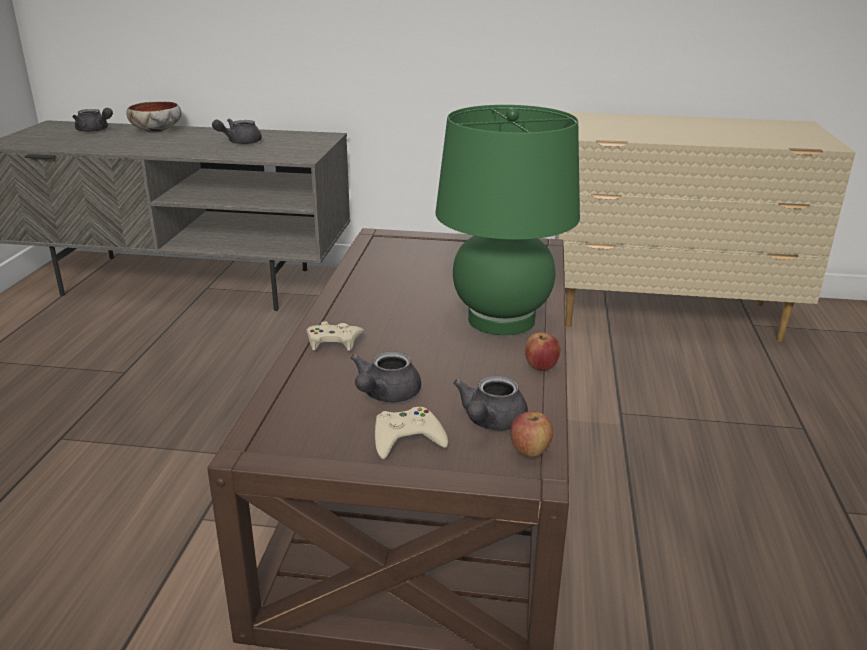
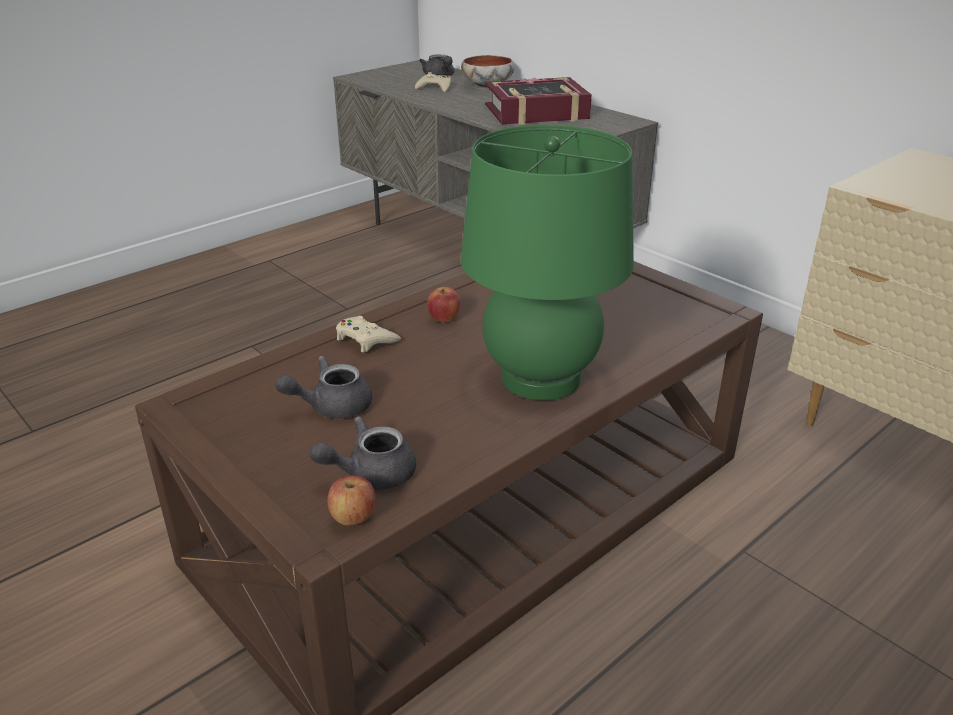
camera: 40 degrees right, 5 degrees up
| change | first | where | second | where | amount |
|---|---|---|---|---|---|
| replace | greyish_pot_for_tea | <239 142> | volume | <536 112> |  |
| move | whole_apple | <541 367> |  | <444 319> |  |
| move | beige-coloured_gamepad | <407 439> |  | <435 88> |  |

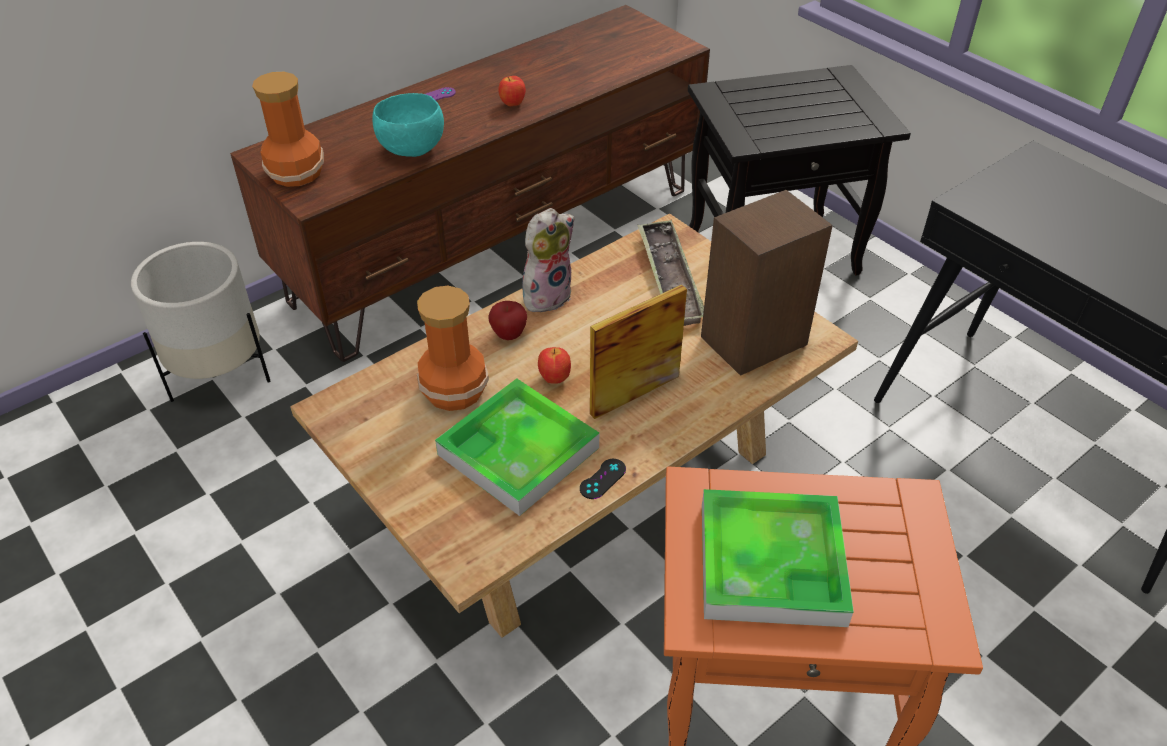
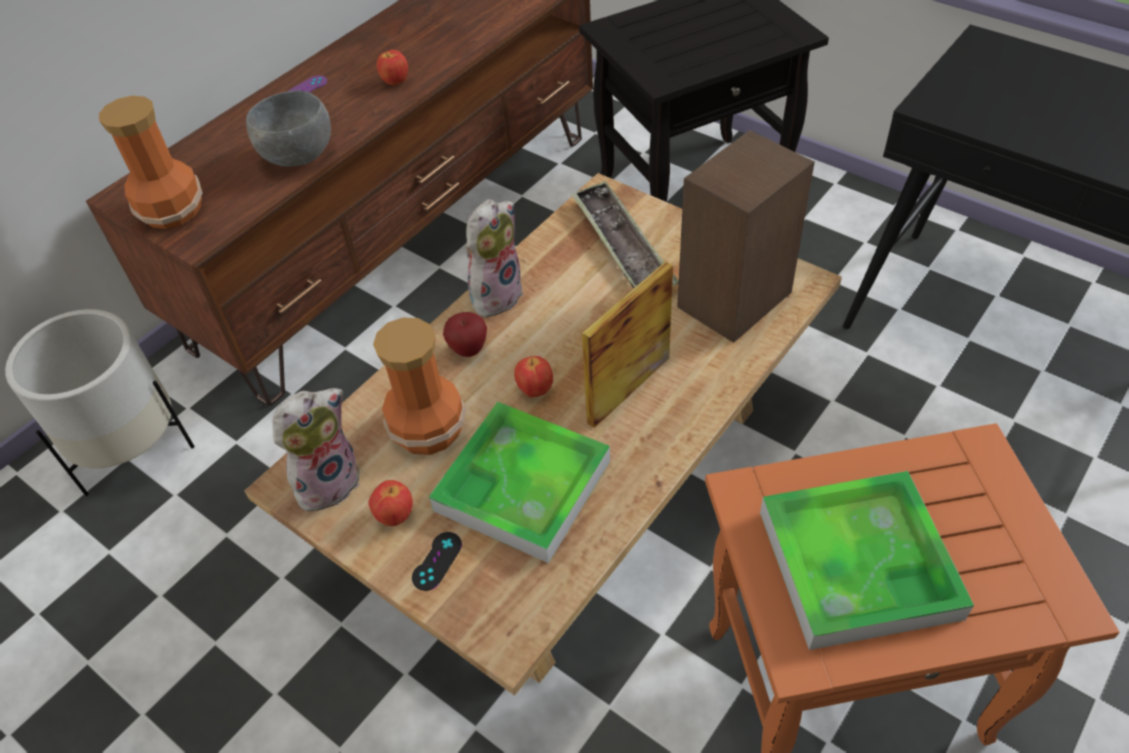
camera: 10 degrees left, 5 degrees up
| change | first | where | second | where | amount |
|---|---|---|---|---|---|
| recolor | turquoise-coloured_deep_dish | <413 150> | greyish_deep_dish | <300 157> |  |
| move | black-coloured_gamepad | <602 479> |  | <437 561> |  |
| insert |  |  | plush_toy | <328 481> |  |
| insert |  |  | whole_apple | <395 515> |  |

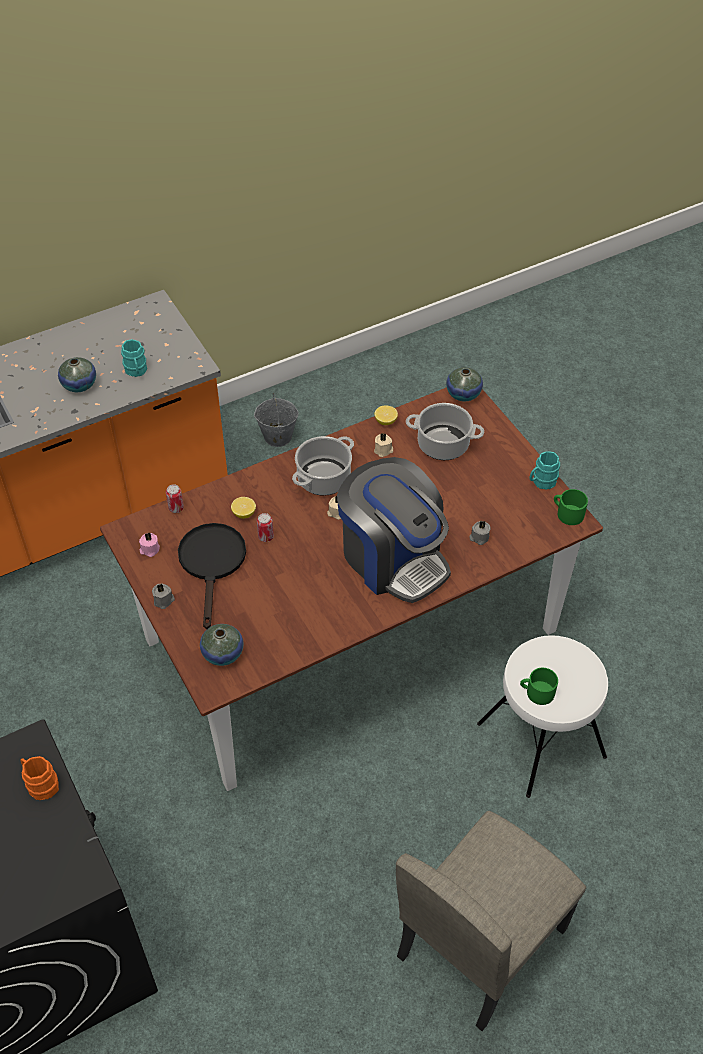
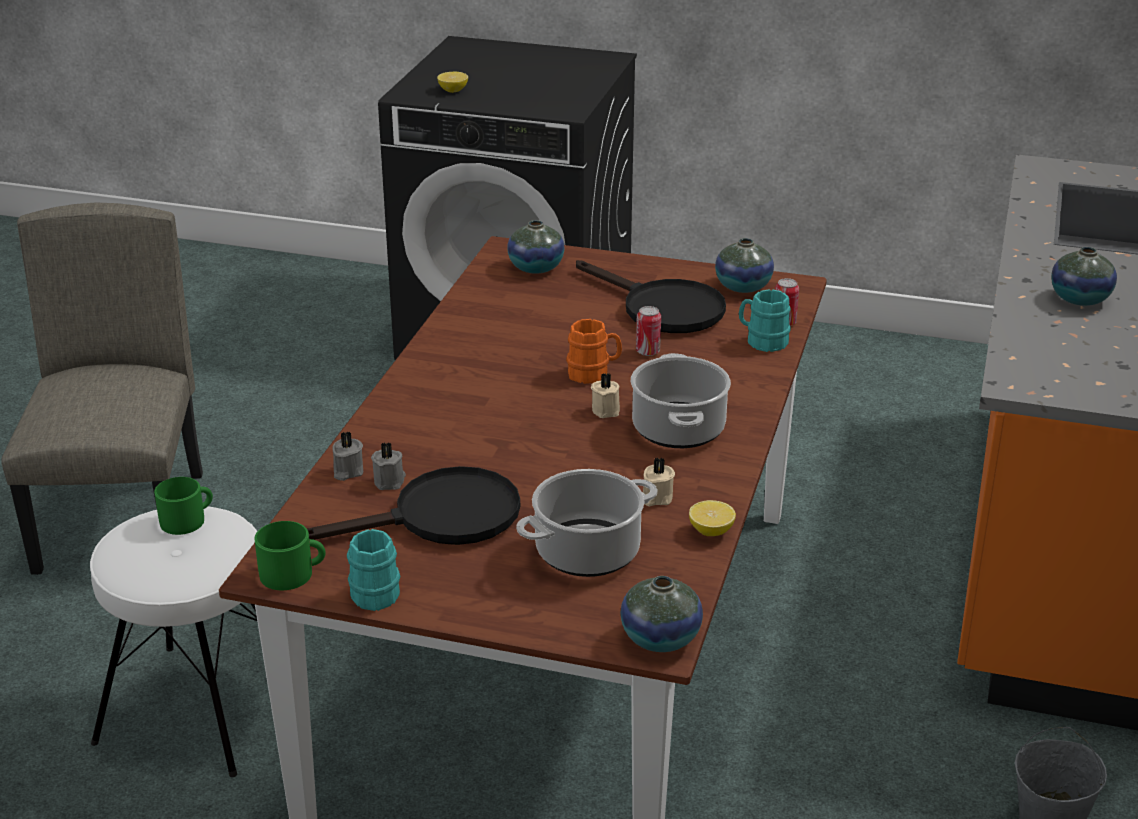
camera: 135 degrees right, 20 degrees down
| change | first | where | second | where | amount |
|---|---|---|---|---|---|
| move | turquoise-coloured_tea_mug | <136 371> |  | <762 341> |  |
| delete | coffee_machine | <393 558> |  |  |  |
| move | whole_lemon | <244 513> |  | <453 90> |  |
| replace | pink_wax_light | <149 549> | flower_vase | <743 286> |  |
| move | greyish_wax_light | <164 601> |  | <347 471> |  |
| move | orange_tea_mug | <40 784> |  | <594 373> |  |
| insert |  |  | black-coloured_frying_pan | <440 518> |  |

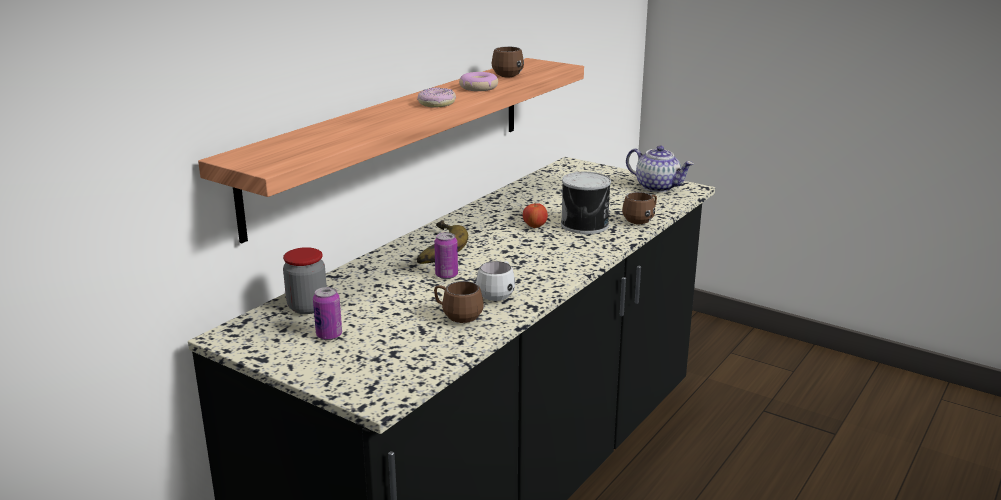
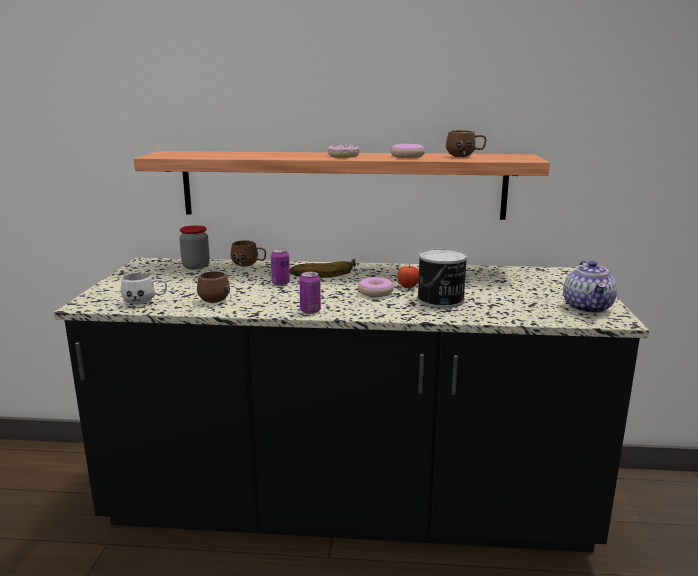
camera: 60 degrees right, 5 degrees down
| change | first | where | second | where | amount |
|---|---|---|---|---|---|
| move | brown_tea_mug | <641 220> |  | <249 265> |  |
| move | white-coloured_tea_mug | <498 294> |  | <145 302> |  |
| move | sealed_can | <329 335> |  | <310 311> |  |
| insert |  |  | ring_doughnut | <375 292> |  |

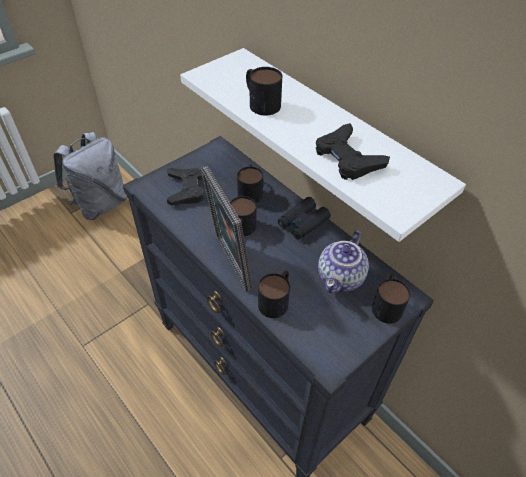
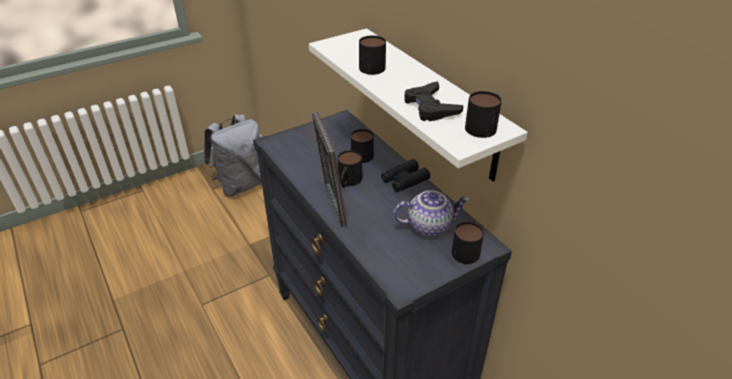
camera: 10 degrees right, 10 degrees down
| change | first | where | second | where | amount |
|---|---|---|---|---|---|
| delete | black-coloured_gamepad | <186 189> |  |  |  |
| rotate | pot_for_tea | <341 278> |  | <429 225> | 135 degrees counterclockwise |
| move | tea_mug | <276 299> |  | <484 125> |  |

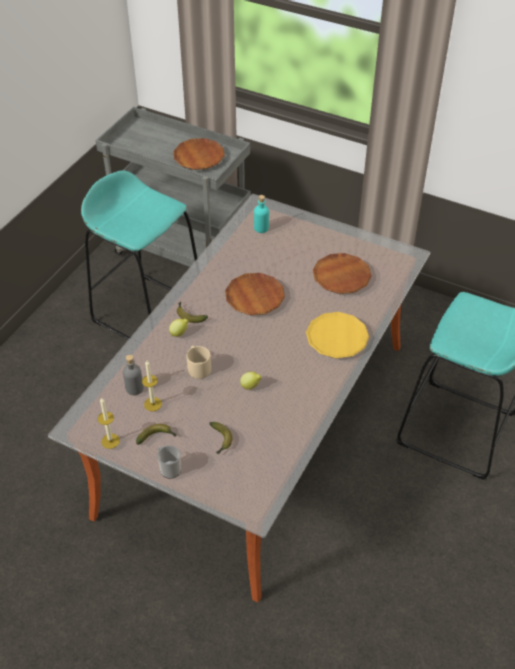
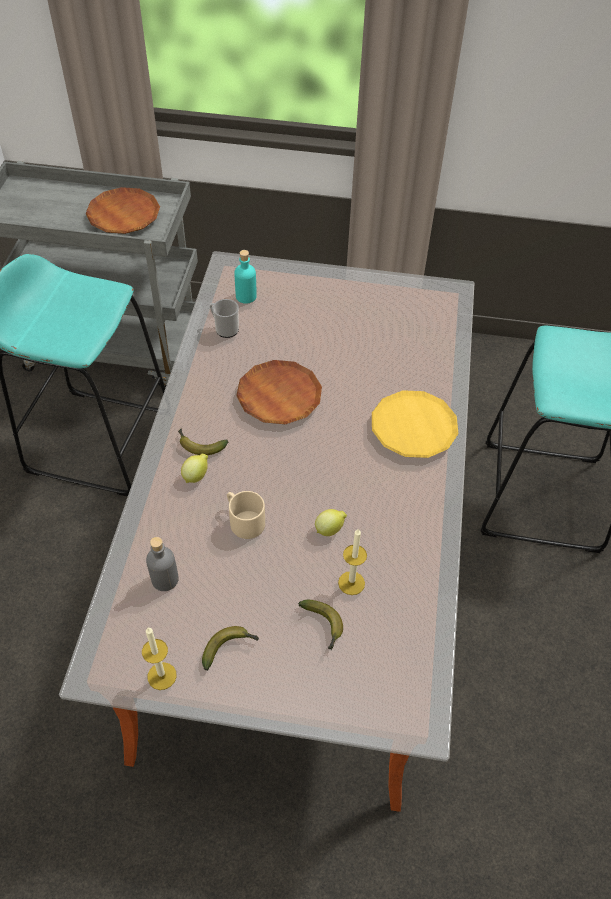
camera: 20 degrees left, 5 degrees up
| change | first | where | second | where | amount |
|---|---|---|---|---|---|
| delete | brown_plate | <341 277> |  |  |  |
| move | wax_light | <153 404> |  | <351 583> |  |
| move | tea_mug | <169 468> |  | <224 328> |  |

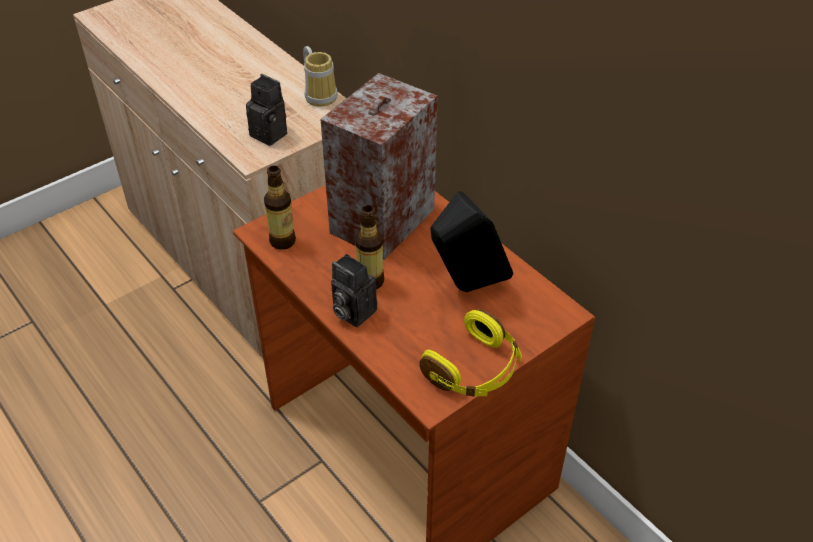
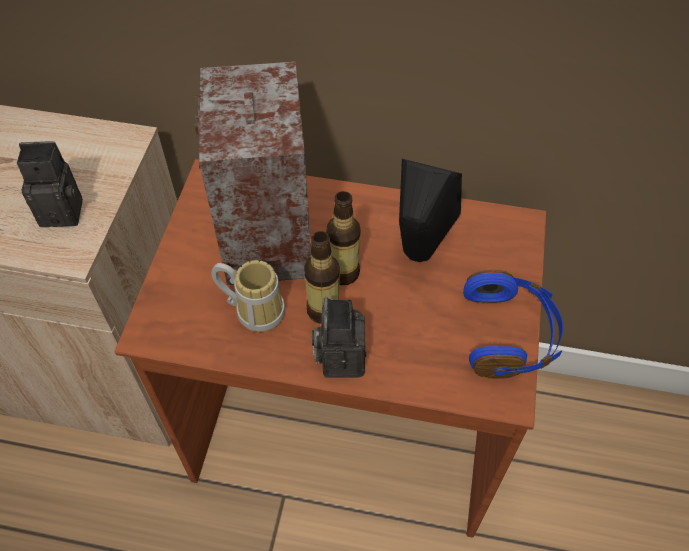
camera: 40 degrees left, 10 degrees up
| change | first | where | second | where | amount |
|---|---|---|---|---|---|
| move | tea_mug | <320 95> |  | <255 309> |  |
| move | drink_bottle | <283 241> |  | <343 272> |  |
| rotate | photo_camera | <351 312> |  | <339 357> | 90 degrees clockwise |
| recolor | yellow_pair_of_headphones | <474 369> | blue-coloured_pair_of_headphones | <509 335> |  |

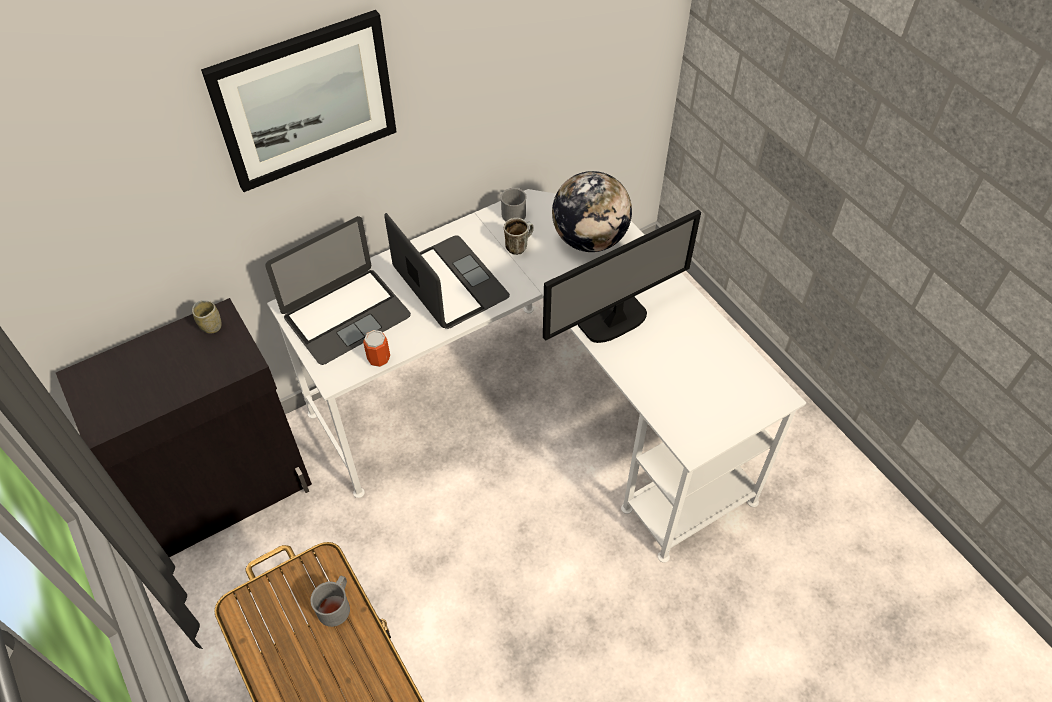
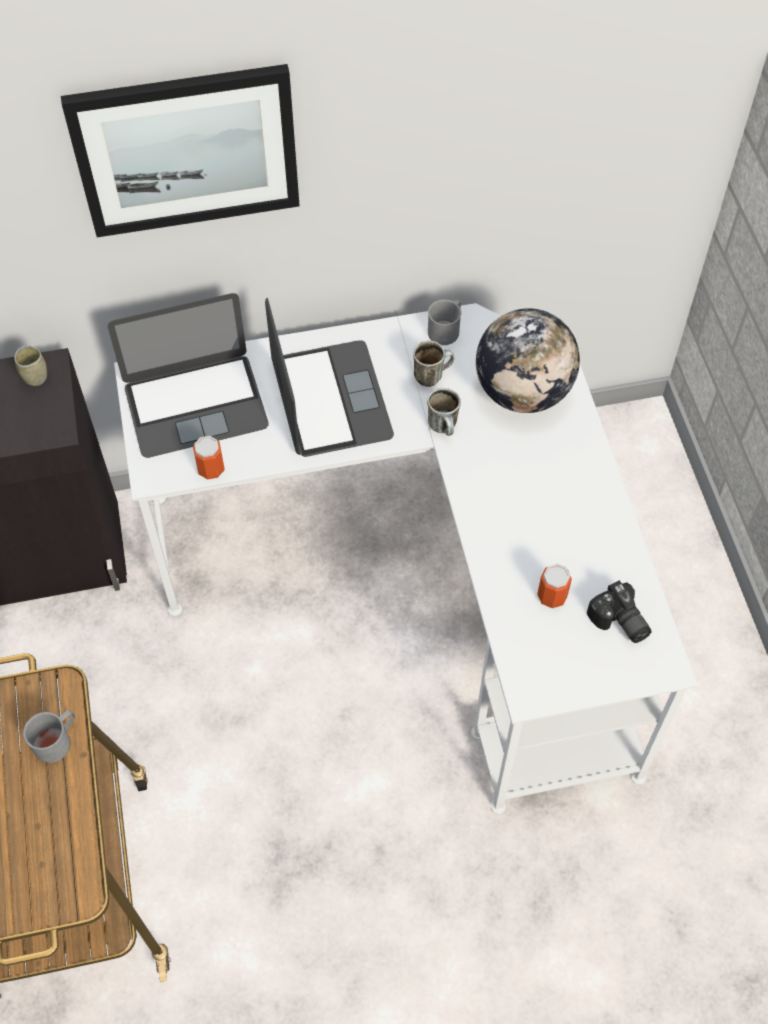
camera: 20 degrees right, 5 degrees up
| change | first | where | second | where | amount |
|---|---|---|---|---|---|
| delete | computer_display | <615 322> |  |  |  |
| insert |  |  | tea_mug | <445 428> |  |
| insert |  |  | sealed_can | <552 596> |  |
| insert |  |  | photo_camera | <618 623> |  |

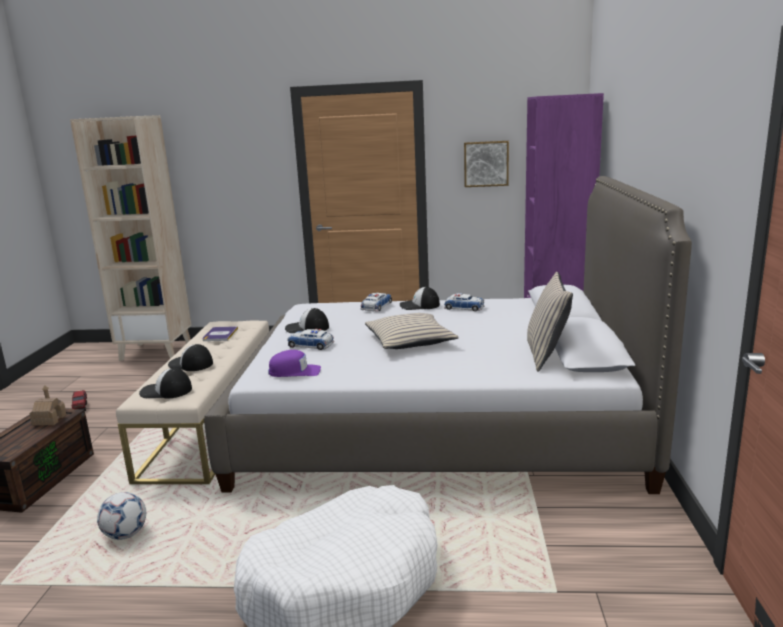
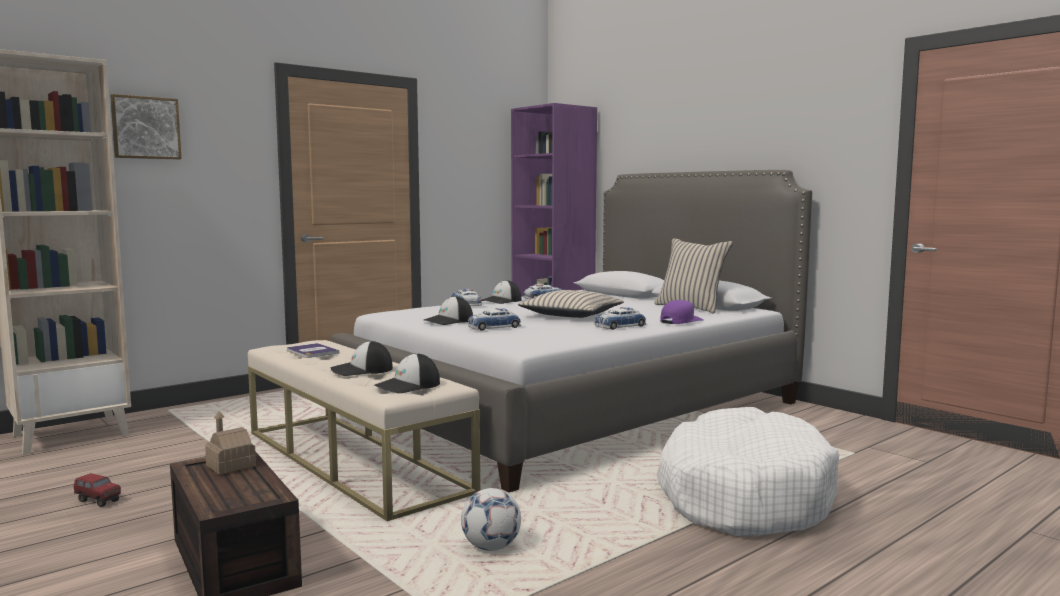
camera: 45 degrees left, 10 degrees down
| change | first | where | second | where | amount |
|---|---|---|---|---|---|
| move | picture | <486 163> |  | <145 128> |  |
| move | purple-coloured_cap | <295 371> |  | <680 321> |  |
| insert |  |  | model_car | <620 326> |  |

